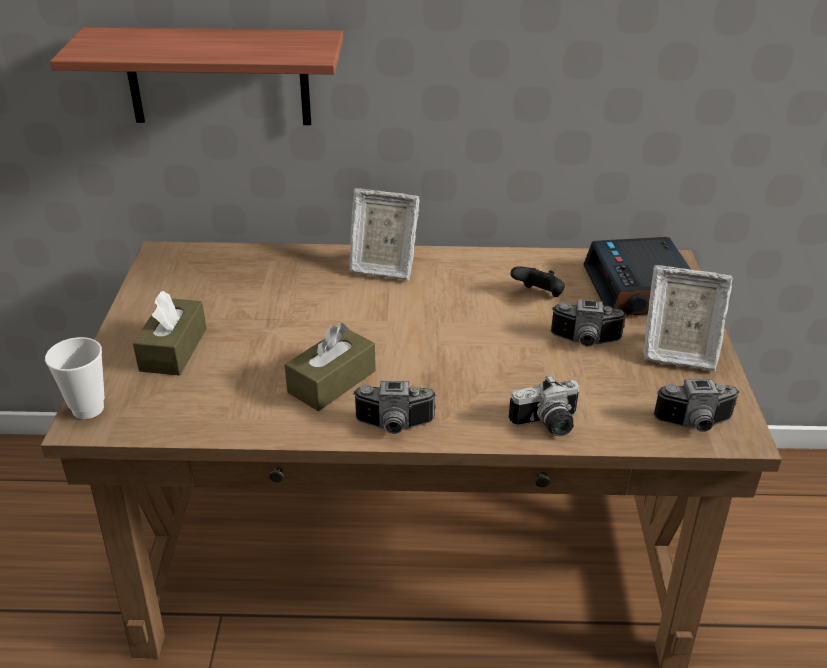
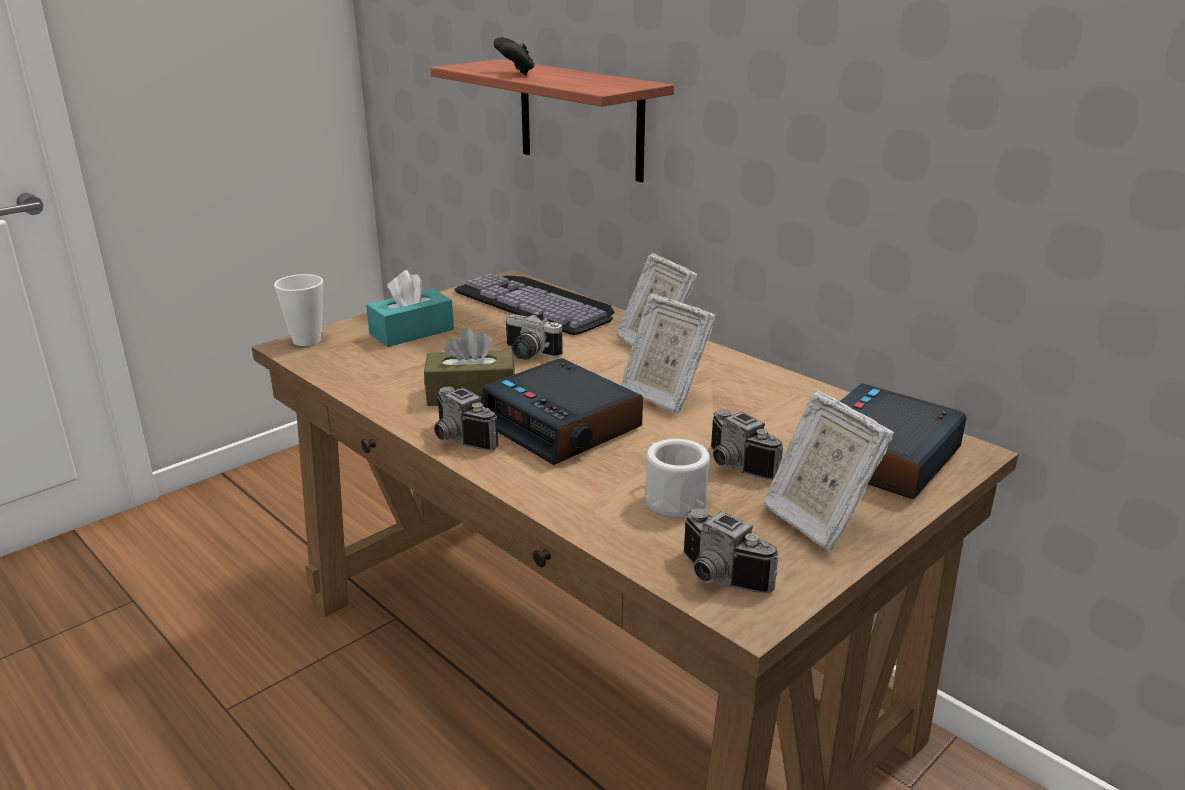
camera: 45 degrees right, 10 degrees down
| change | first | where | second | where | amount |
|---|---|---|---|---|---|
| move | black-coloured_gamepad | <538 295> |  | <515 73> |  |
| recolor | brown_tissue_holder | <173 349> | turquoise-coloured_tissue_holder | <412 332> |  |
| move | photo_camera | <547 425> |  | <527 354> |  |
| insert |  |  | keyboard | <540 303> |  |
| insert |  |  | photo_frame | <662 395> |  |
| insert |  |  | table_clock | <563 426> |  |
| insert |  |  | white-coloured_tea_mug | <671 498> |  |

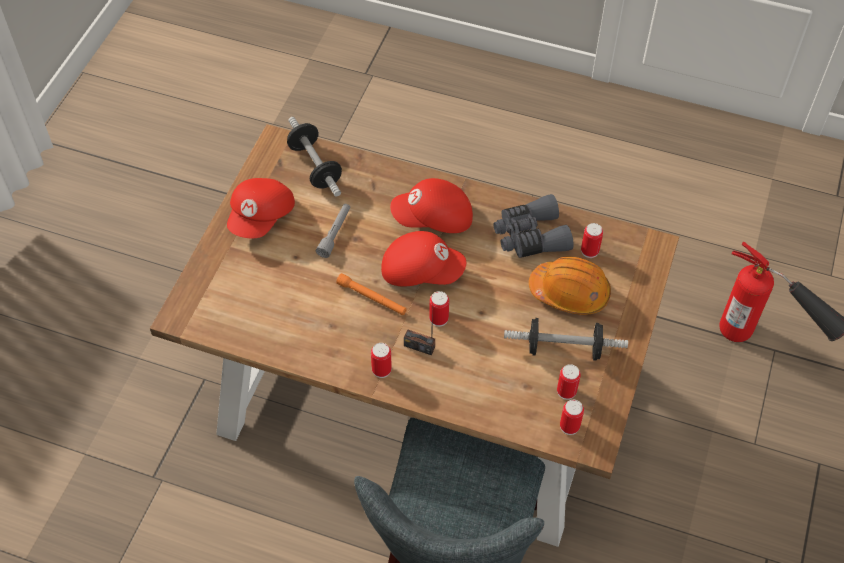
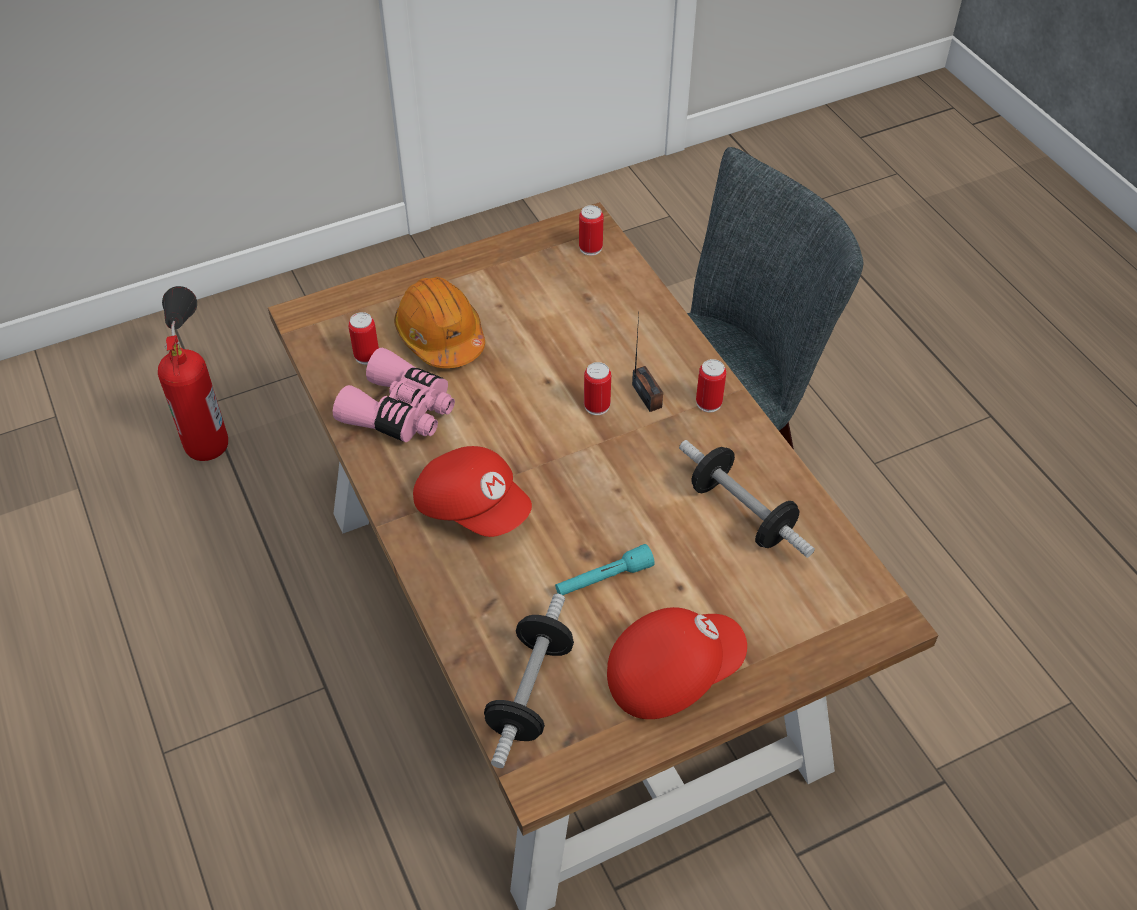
camera: 135 degrees left, 5 degrees down
| change | first | where | second | where | amount |
|---|---|---|---|---|---|
| recolor | greyish_pair_of_binoculars | <530 236> | pink_pair_of_binoculars | <400 412> |  |
| recolor | greyish_hand_torch | <335 233> | turquoise-coloured_hand_torch | <603 579> |  |
| delete | reddish_cap | <421 271> |  |  |  |
| delete | orange_hand_torch | <372 298> |  |  |  |
| move | hand_weight | <563 349> |  | <741 513> |  |
| delete | sealed_can | <566 391> |  |  |  |

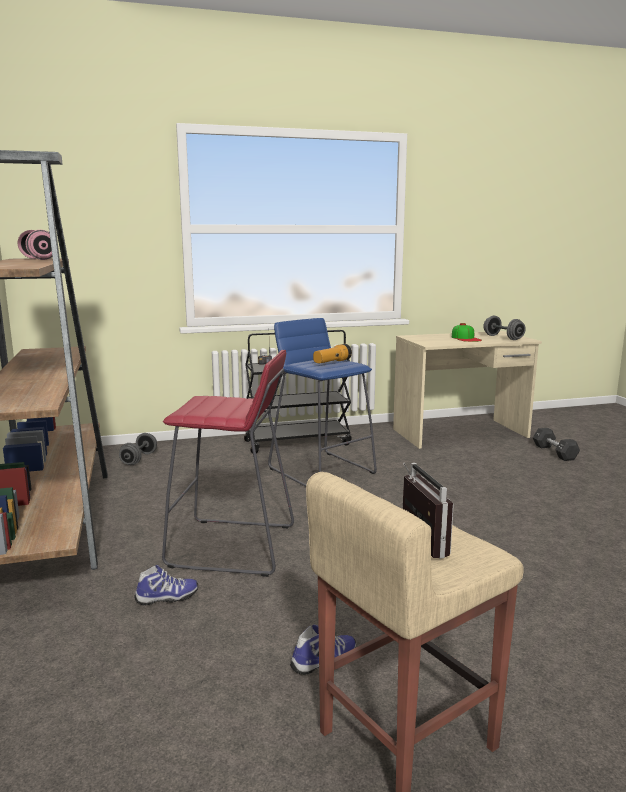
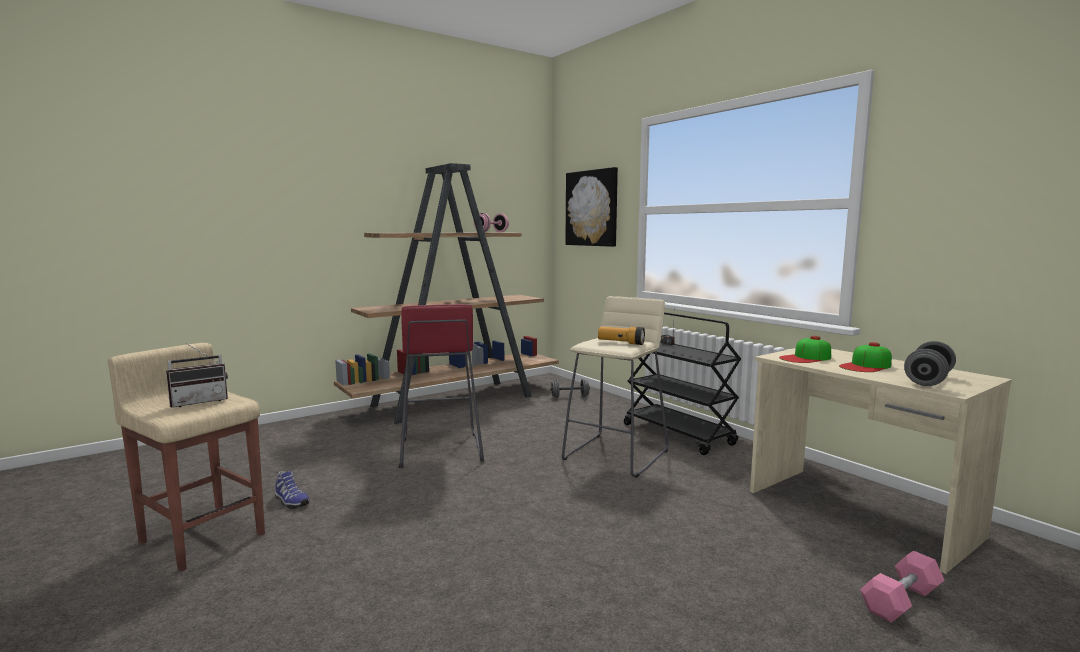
camera: 70 degrees right, 5 degrees down
| change | first | where | second | where | amount |
|---|---|---|---|---|---|
| recolor | blue-coloured_sitting_stool | <322 470> | beige-coloured_sitting_stool | <616 454> |  |
| recolor | black-coloured_hand_weight | <554 452> | pink_hand_weight | <901 600> |  |
| delete | shoe | <167 598> |  |  |  |
| insert |  |  | picture | <592 208> |  |
| insert |  |  | cap | <806 358> |  |

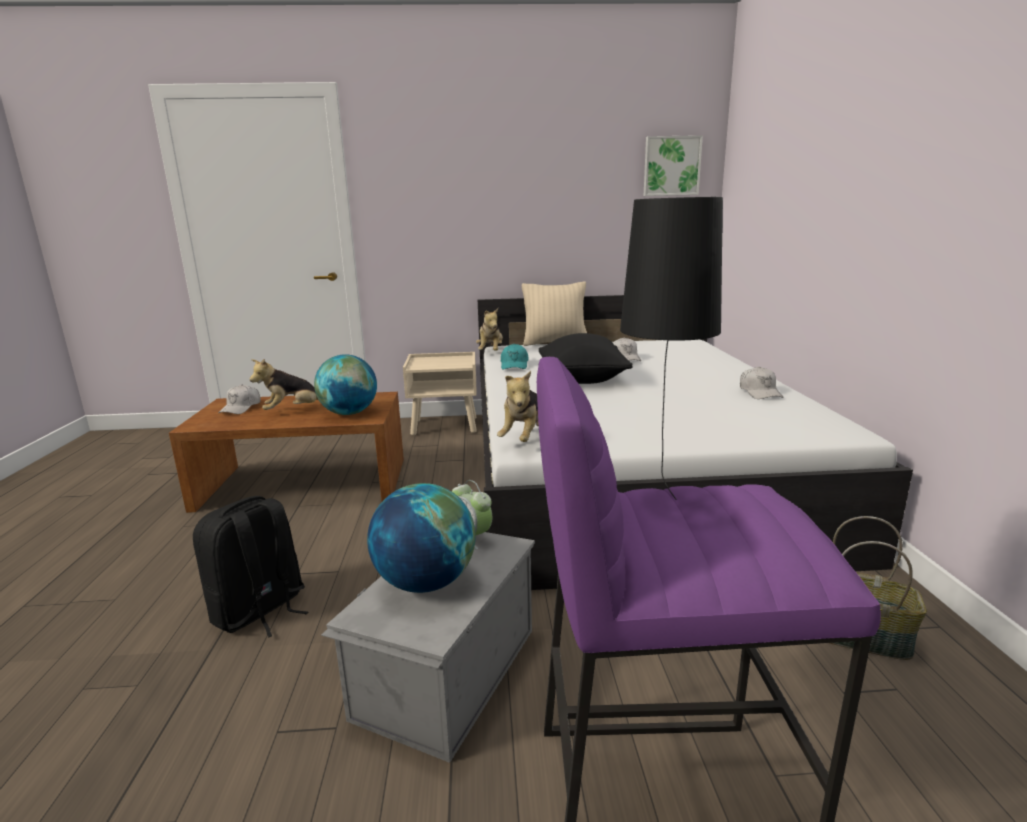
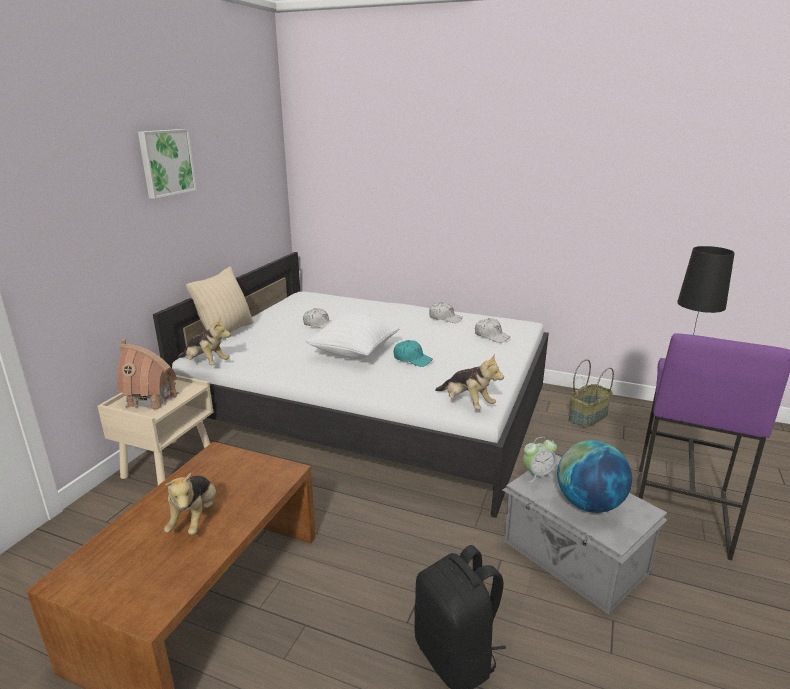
camera: 65 degrees left, 5 degrees up
| change | first | where | second | where | amount |
|---|---|---|---|---|---|
| move | picture | <671 166> |  | <166 162> |  |
| recolor | black-coloured_throw_pillow | <582 380> | white-coloured_throw_pillow | <354 353> |  |
| move | turquoise-coloured_cap | <514 365> |  | <412 359> |  |
| delete | desk_globe | <349 413> |  |  |  |
| move | white-coloured_cap | <241 408> |  | <491 336> |  |
| insert |  |  | toy_house | <152 399> |  |

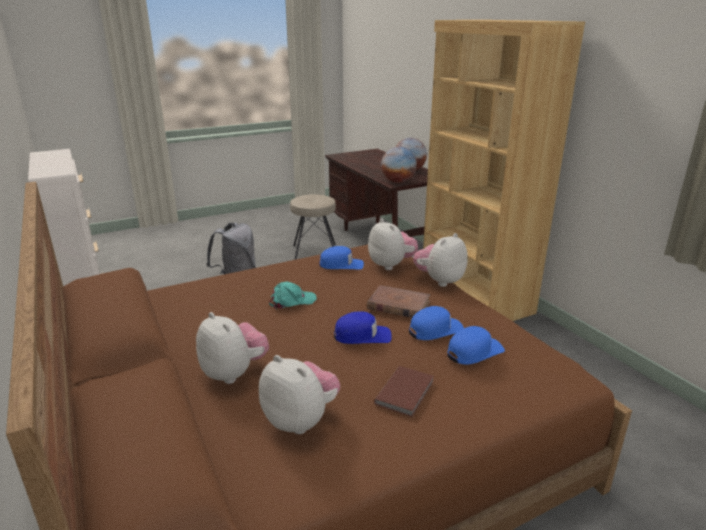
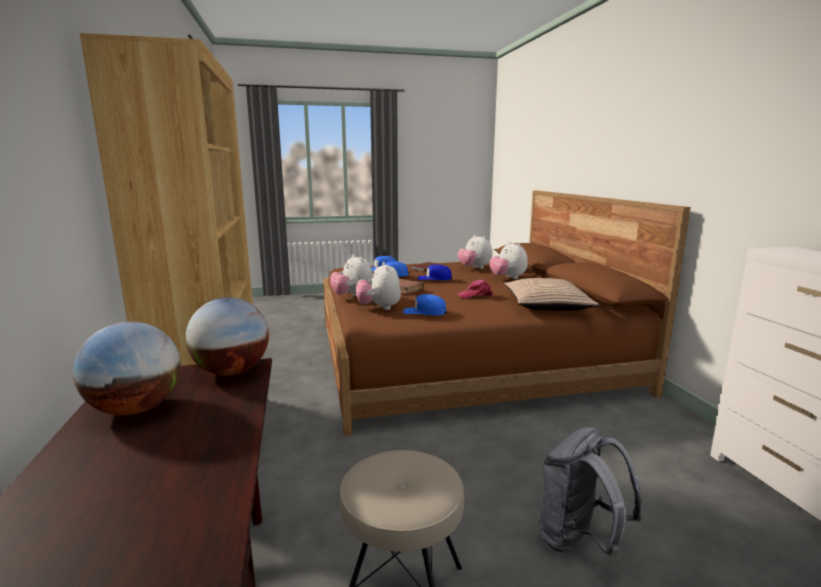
camera: 165 degrees left, 10 degrees down
| change | first | where | second | where | amount |
|---|---|---|---|---|---|
| rotate | plush_toy | <439 281> |  | <353 297> | 90 degrees clockwise |
| recolor | turquoise-coloured_cap | <292 301> | pink_cap | <475 295> |  |
| insert |  |  | throw_pillow | <547 305> |  |

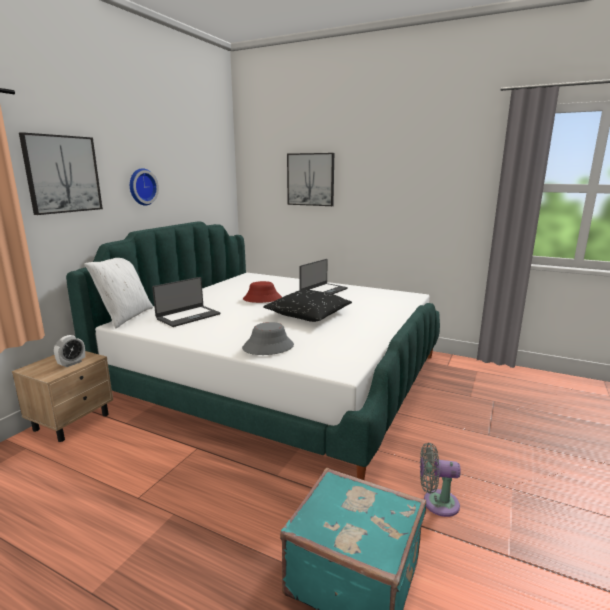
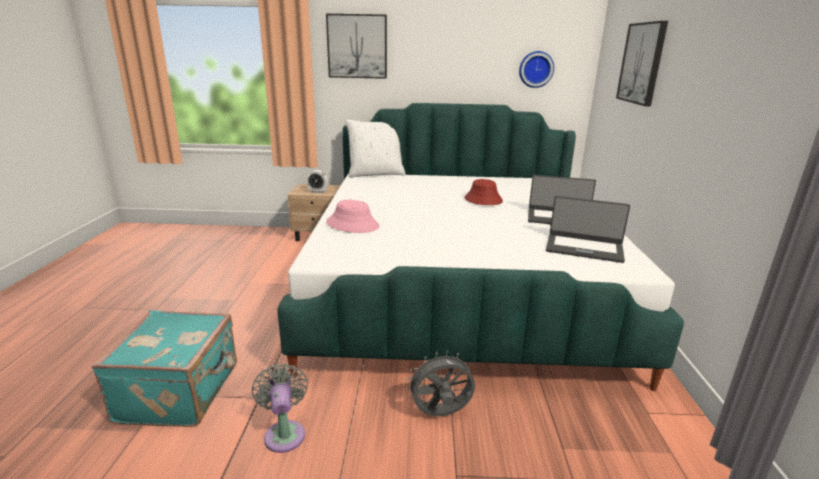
camera: 65 degrees right, 5 degrees up
| change | first | where | second | where | amount |
|---|---|---|---|---|---|
| move | hanging_clock | <141 187> |  | <535 69> |  |
| move | laptop | <188 316> |  | <584 248> |  |
| delete | black-coloured_throw_pillow | <308 314> |  |  |  |
| recolor | greyish_hat | <268 347> | pink_hat | <352 224> |  |
| insert |  |  | greyish_fan | <440 414> |  |

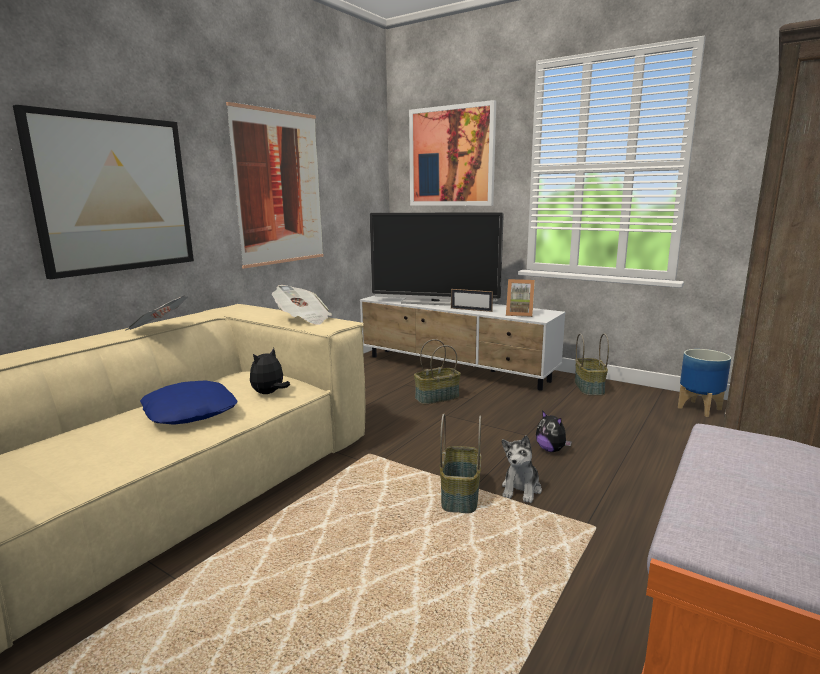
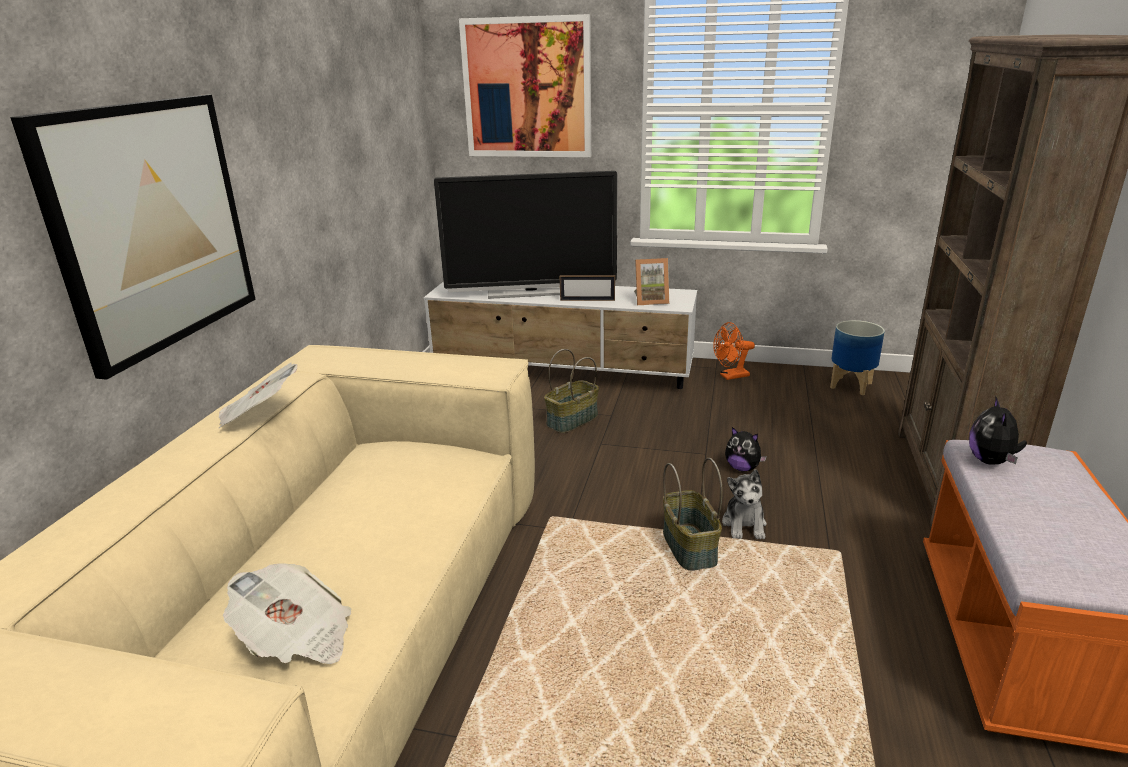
camera: 20 degrees left, 10 degrees up
| change | first | where | second | where | amount |
|---|---|---|---|---|---|
| delete | picture | <279 187> |  |  |  |
| move | daily_paper | <303 319> |  | <297 638> |  |
| replace | storage_basket | <589 388> | orange_fan | <730 376> |  |
| move | plush_toy | <269 393> |  | <991 461> |  |
| delete | blue-coloured_throw_pillow | <191 412> |  |  |  |

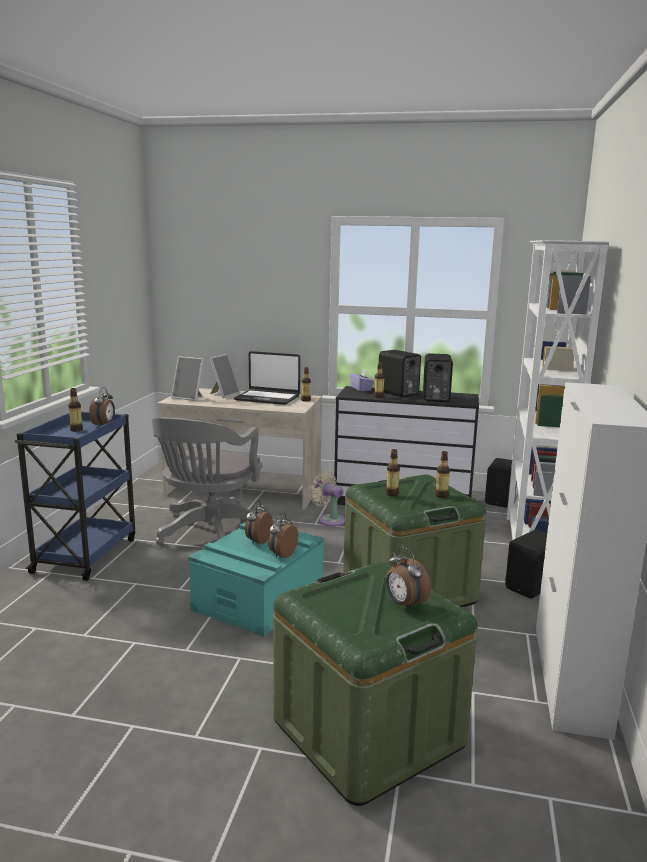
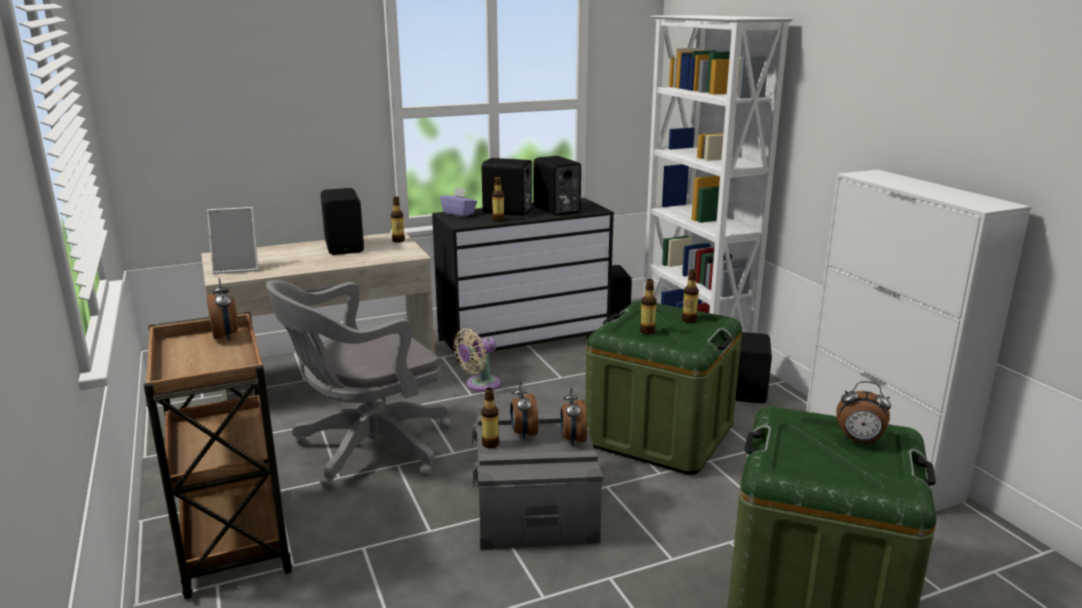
camera: 35 degrees left, 5 degrees up
| change | first | where | second | where | amount |
|---|---|---|---|---|---|
| replace | laptop | <267 398> | black-coloured_loudspeaker | <345 247> |  |
| delete | photo_frame | <224 394> |  |  |  |
| move | drink_bottle | <76 430> |  | <490 444> |  |
| recolor | blue-coloured_trolley | <86 554> | brown_trolley | <233 538> |  |
| rotate | greyish_computer_chair | <209 534> |  | <366 450> | 75 degrees clockwise |
| rotate | beige-coloured_fan | <329 520> |  | <479 385> | 45 degrees counterclockwise |
| recolor | turquoise-coloured_storage_bin | <259 598> | greyish_storage_bin | <534 503> |  |

